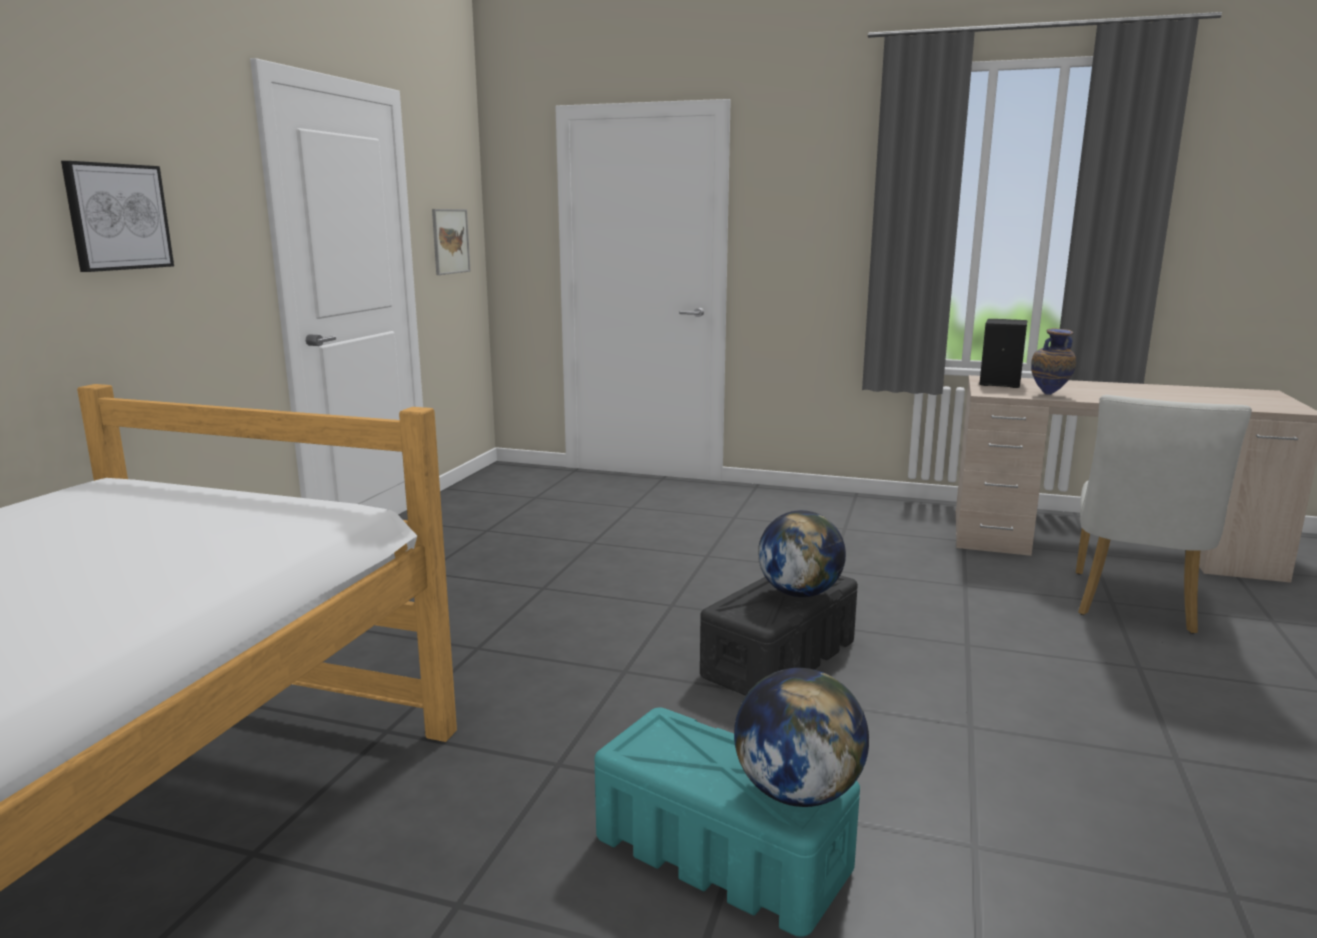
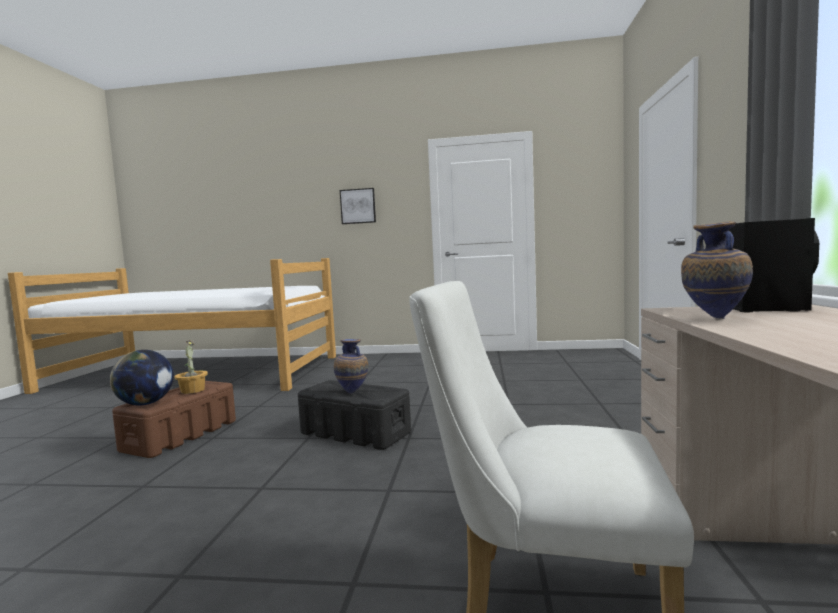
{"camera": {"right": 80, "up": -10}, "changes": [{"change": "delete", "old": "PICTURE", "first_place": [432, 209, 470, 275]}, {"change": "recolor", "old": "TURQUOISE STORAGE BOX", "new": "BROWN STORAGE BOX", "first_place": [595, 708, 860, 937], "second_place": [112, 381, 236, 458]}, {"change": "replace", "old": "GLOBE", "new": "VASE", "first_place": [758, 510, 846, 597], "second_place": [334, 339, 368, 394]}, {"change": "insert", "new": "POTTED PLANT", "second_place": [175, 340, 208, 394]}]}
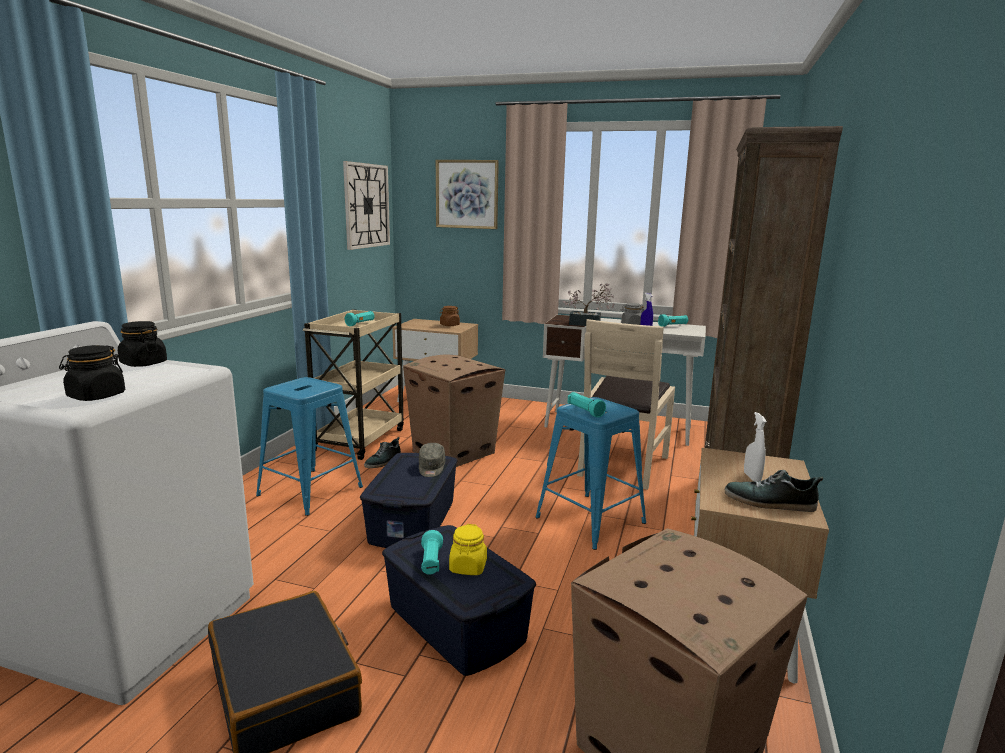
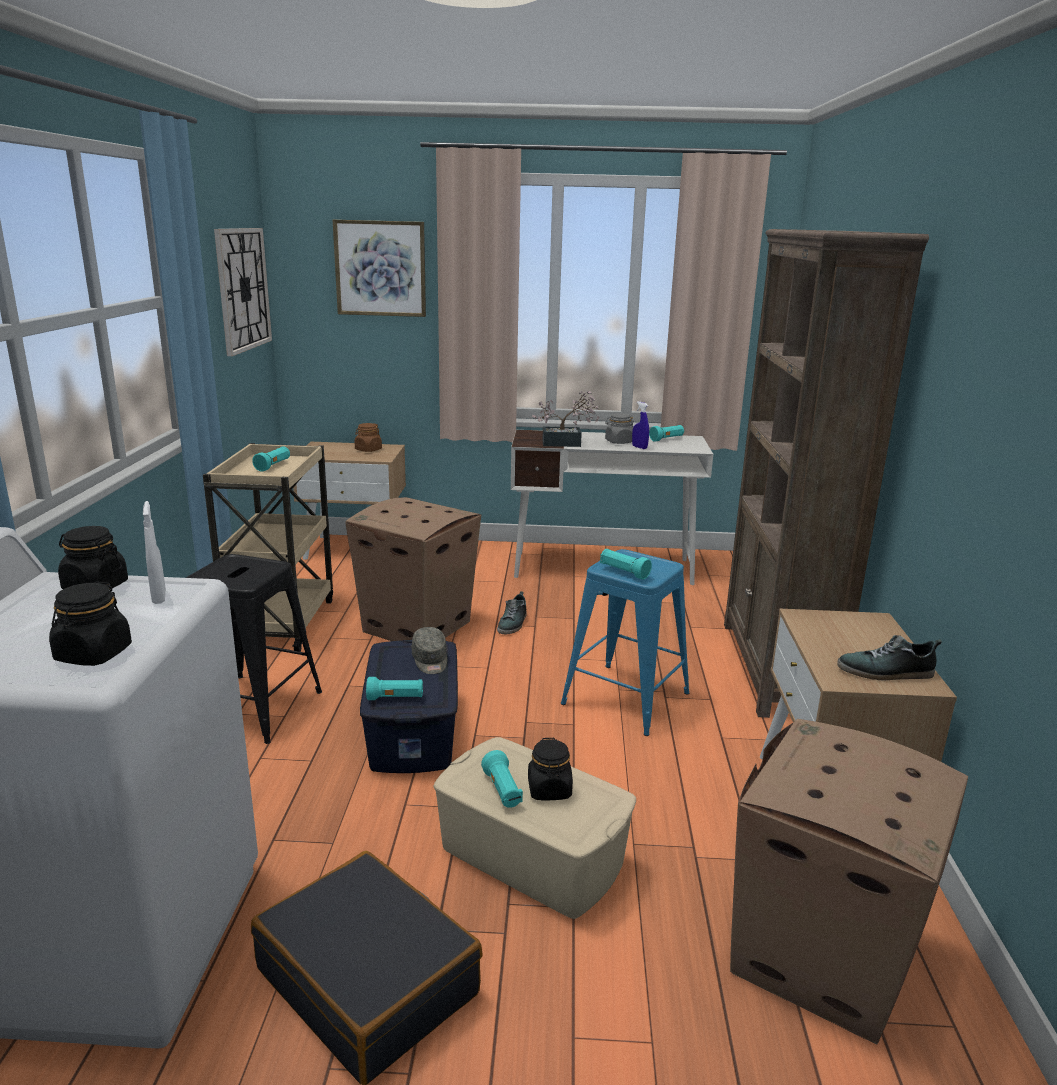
{"camera": {"right": -15, "up": 5}, "changes": [{"change": "recolor", "old": "BLUE STOOL", "new": "BLACK STOOL", "first_place": [256, 377, 363, 516], "second_place": [186, 554, 322, 744]}, {"change": "move", "old": "SHOE", "first_place": [364, 437, 401, 468], "second_place": [497, 591, 526, 634]}, {"change": "recolor", "old": "BLUE STORAGE BOX", "new": "BEIGE STORAGE BOX", "first_place": [382, 525, 536, 676], "second_place": [433, 737, 636, 919]}, {"change": "recolor", "old": "YELLOW JAR", "new": "BLACK JAR", "first_place": [449, 524, 487, 575], "second_place": [528, 738, 573, 800]}, {"change": "delete", "old": "BEIGE CHAIR", "first_place": [577, 319, 675, 490]}, {"change": "move", "old": "WHITE SPRAY BOTTLE", "first_place": [744, 412, 767, 481], "second_place": [143, 501, 166, 604]}, {"change": "insert", "new": "TURQUOISE FLASHLIGHT", "second_place": [366, 677, 423, 700]}]}
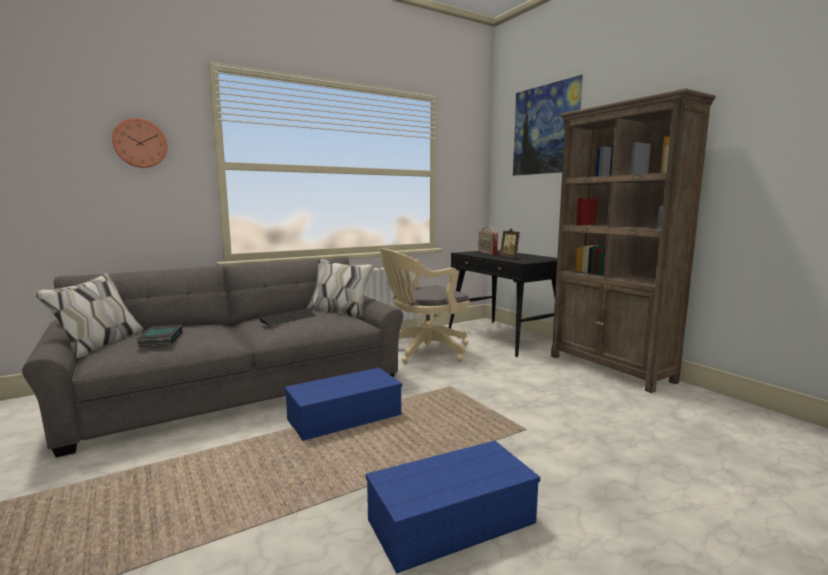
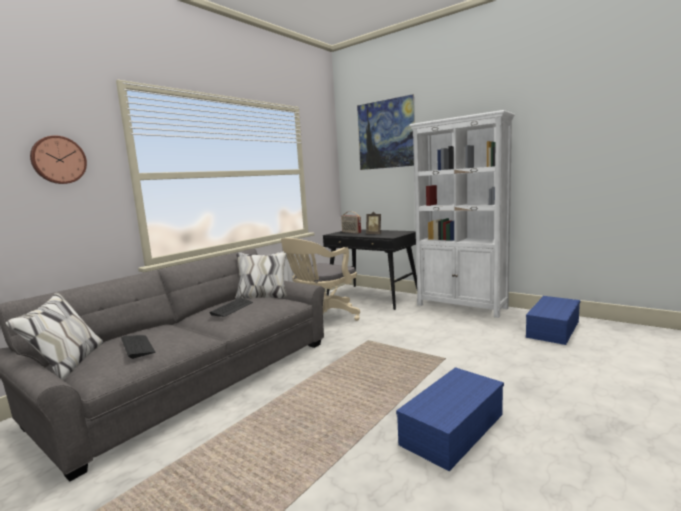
{"camera": {"right": -20, "up": 0}, "changes": [{"change": "replace", "old": "BOOK", "new": "KEYBOARD", "first_place": [137, 325, 183, 347], "second_place": [121, 335, 155, 359]}, {"change": "move", "old": "BLUE STORAGE BOX", "first_place": [284, 368, 402, 441], "second_place": [526, 296, 580, 345]}, {"change": "recolor", "old": "BROWN BOOKCASE", "new": "WHITE BOOKCASE", "first_place": [551, 88, 716, 393], "second_place": [409, 110, 515, 318]}]}
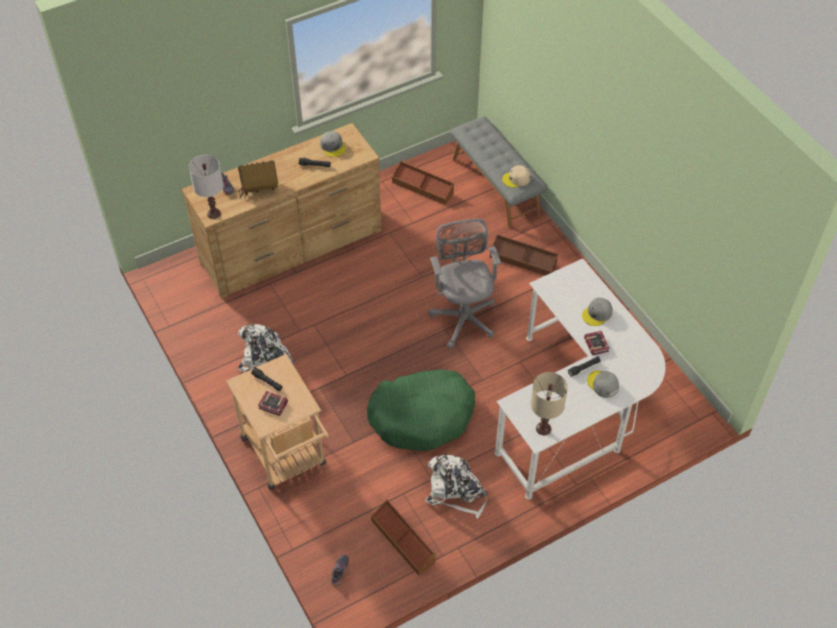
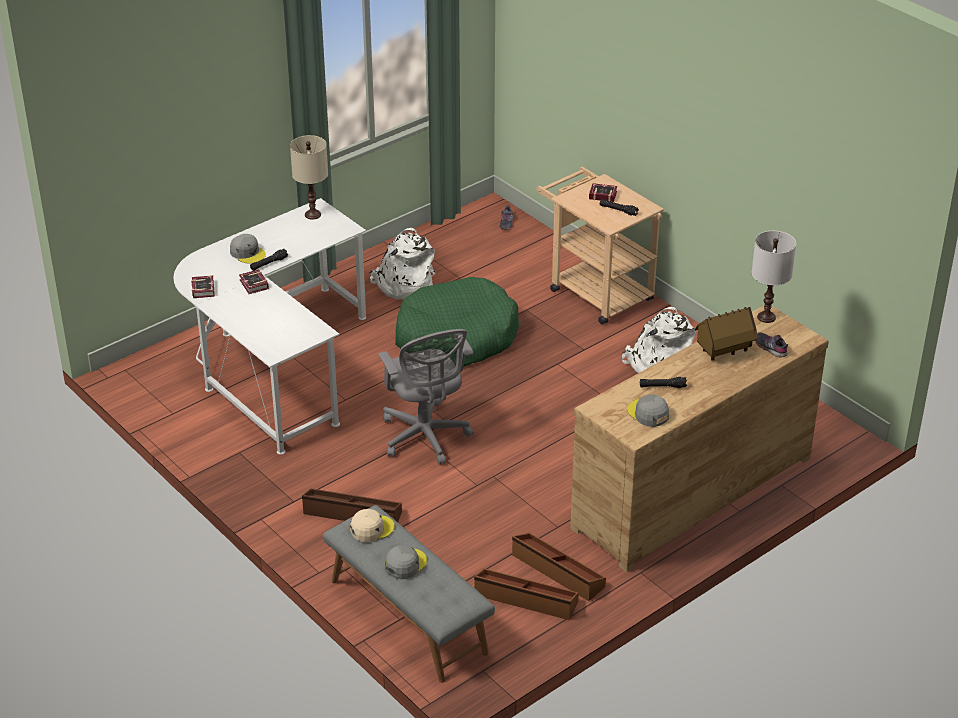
{"camera": {"right": 170, "up": -15}, "changes": [{"change": "move", "old": "BROWN STORAGE BOX", "first_place": [371, 500, 436, 575], "second_place": [512, 532, 606, 601]}, {"change": "move", "old": "GREY CAP", "first_place": [582, 298, 613, 326], "second_place": [385, 545, 427, 580]}, {"change": "insert", "new": "BOOK", "second_place": [191, 275, 215, 298]}]}
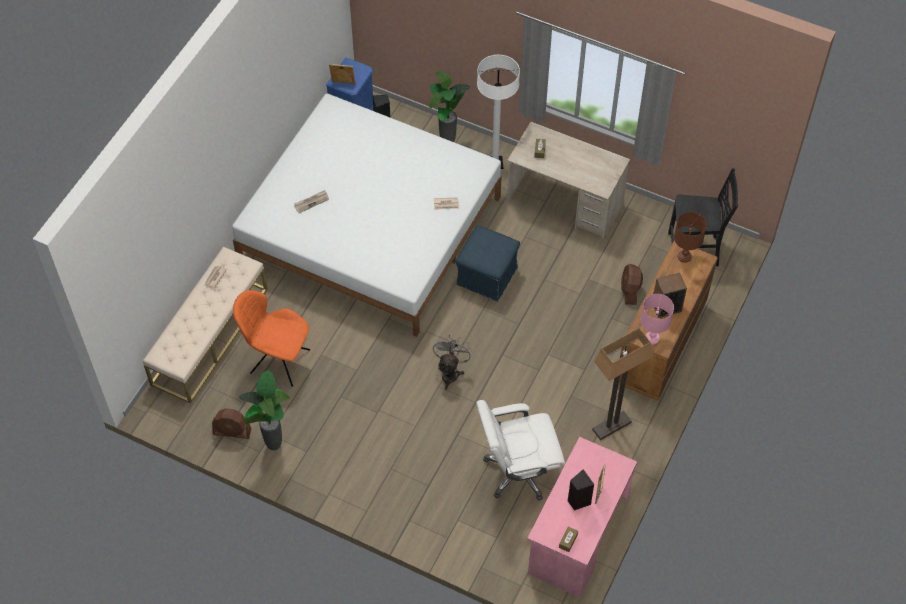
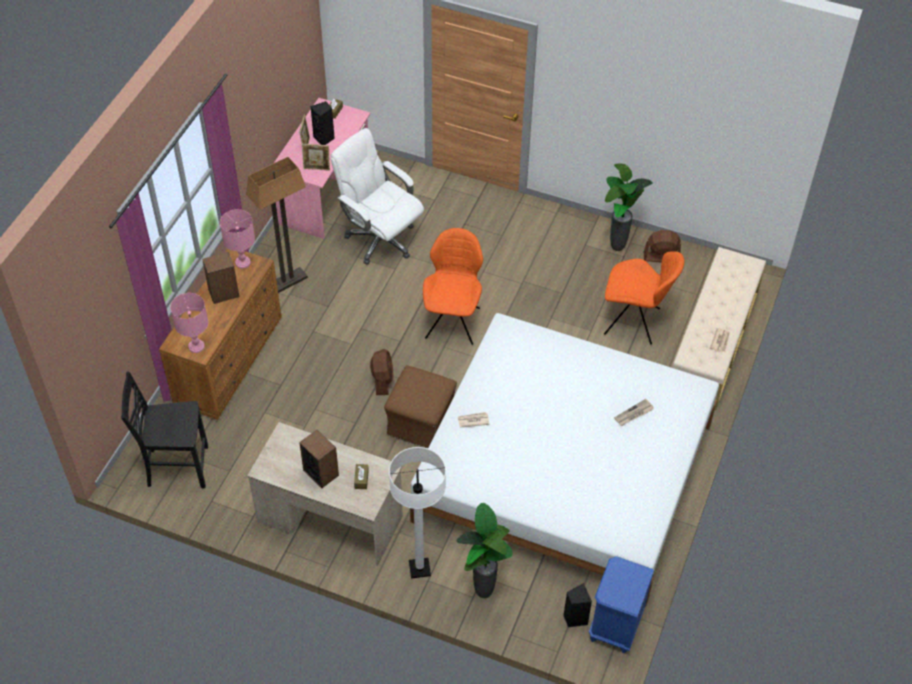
{"camera": {"right": 175, "up": -5}, "changes": [{"change": "move", "old": "PICTURE FRAME", "first_place": [329, 64, 355, 84], "second_place": [302, 144, 330, 171]}, {"change": "replace", "old": "GREY FAN", "new": "ORANGE CHAIR", "first_place": [433, 335, 472, 390], "second_place": [423, 228, 483, 345]}, {"change": "recolor", "old": "BLUE OTTOMAN", "new": "BROWN OTTOMAN", "first_place": [456, 225, 520, 302], "second_place": [384, 365, 457, 448]}, {"change": "rotate", "old": "WHITE OFFICE CHAIR", "first_place": [476, 400, 565, 501], "second_place": [330, 128, 424, 264], "degrees": -120}, {"change": "move", "old": "BROWN FAN", "first_place": [621, 263, 643, 305], "second_place": [370, 349, 393, 395]}, {"change": "recolor", "old": "BROWN TABLE LAMP", "new": "PINK TABLE LAMP", "first_place": [674, 212, 707, 263], "second_place": [170, 293, 208, 353]}, {"change": "insert", "new": "SPEAKER", "second_place": [299, 430, 339, 488]}]}
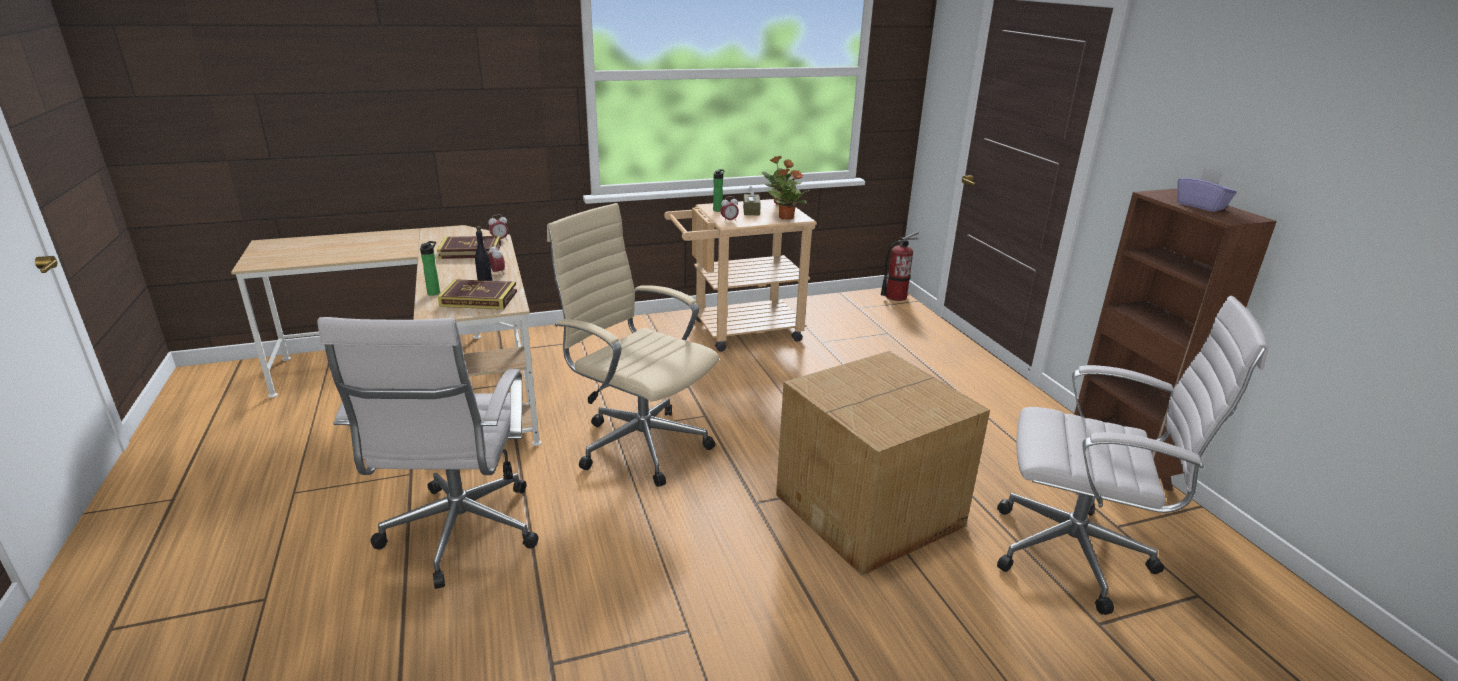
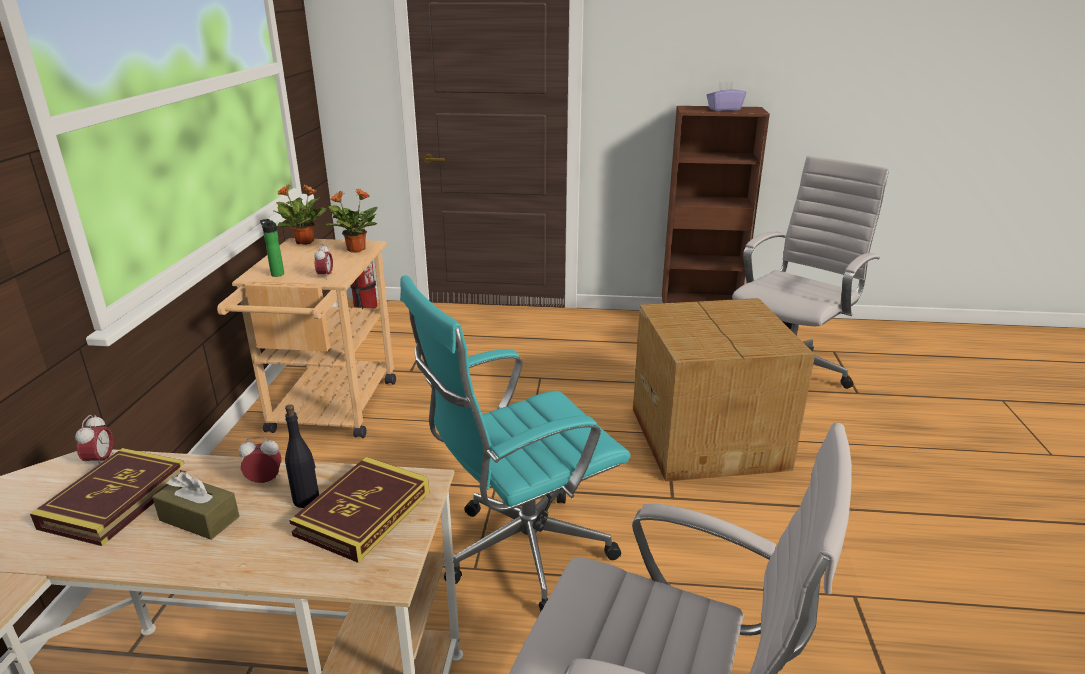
{"camera": {"right": -65, "up": 0}, "changes": [{"change": "delete", "old": "BOTTLE", "first_place": [420, 241, 440, 296]}, {"change": "recolor", "old": "BEIGE OFFICE CHAIR", "new": "TURQUOISE OFFICE CHAIR", "first_place": [547, 203, 719, 487], "second_place": [400, 275, 631, 612]}, {"change": "move", "old": "BROWN TISSUE BOX", "first_place": [743, 186, 761, 215], "second_place": [152, 471, 240, 540]}]}
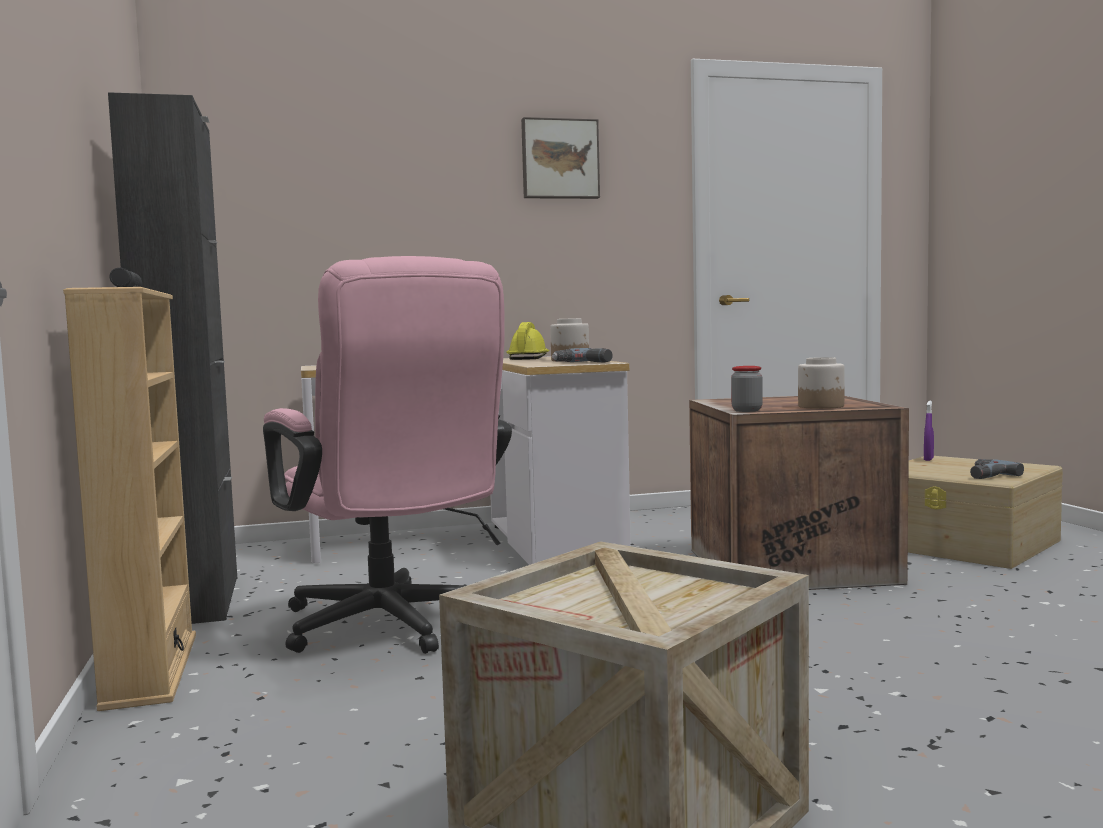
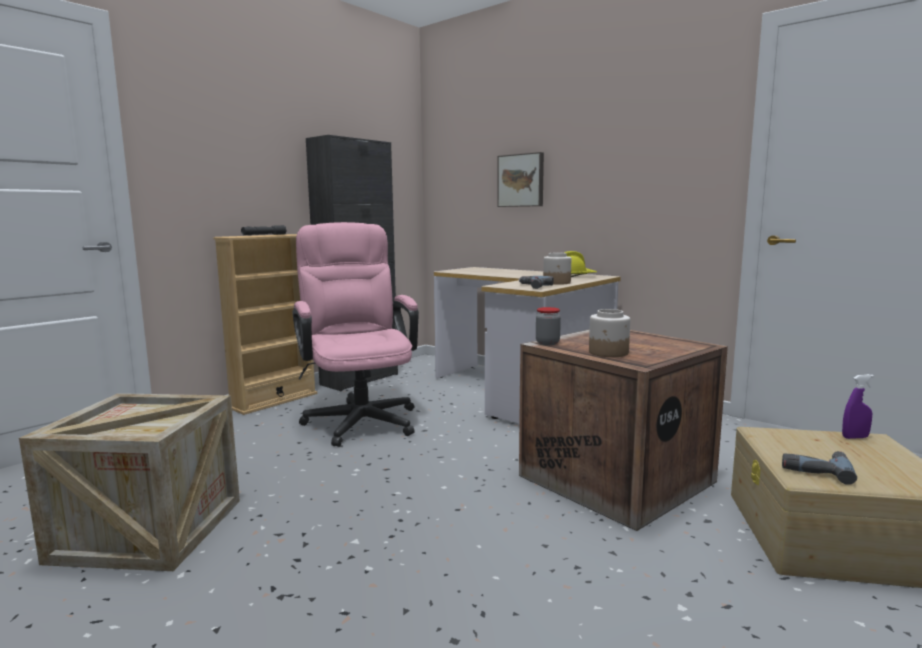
{"camera": {"right": 55, "up": 5}, "changes": [{"change": "rotate", "old": "PINK OFFICE CHAIR", "first_place": [263, 256, 512, 654], "second_place": [293, 222, 419, 447], "degrees": 135}, {"change": "move", "old": "PICTURE", "first_place": [521, 117, 600, 199], "second_place": [497, 152, 544, 207]}]}
